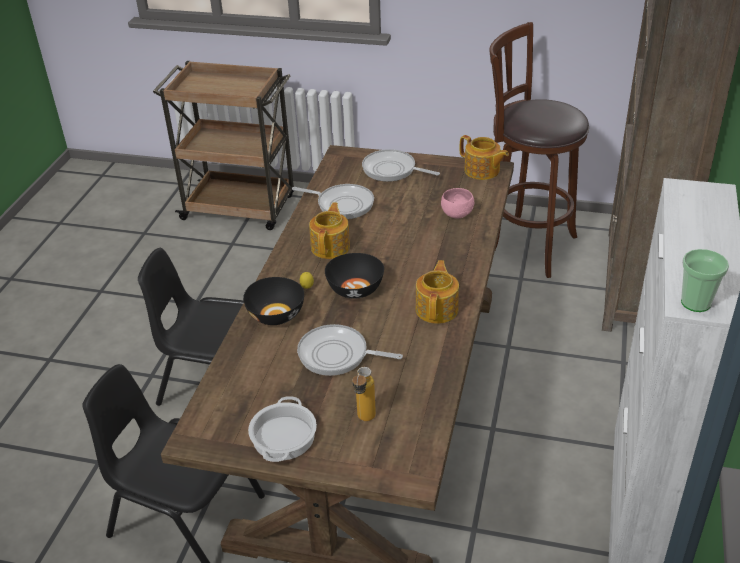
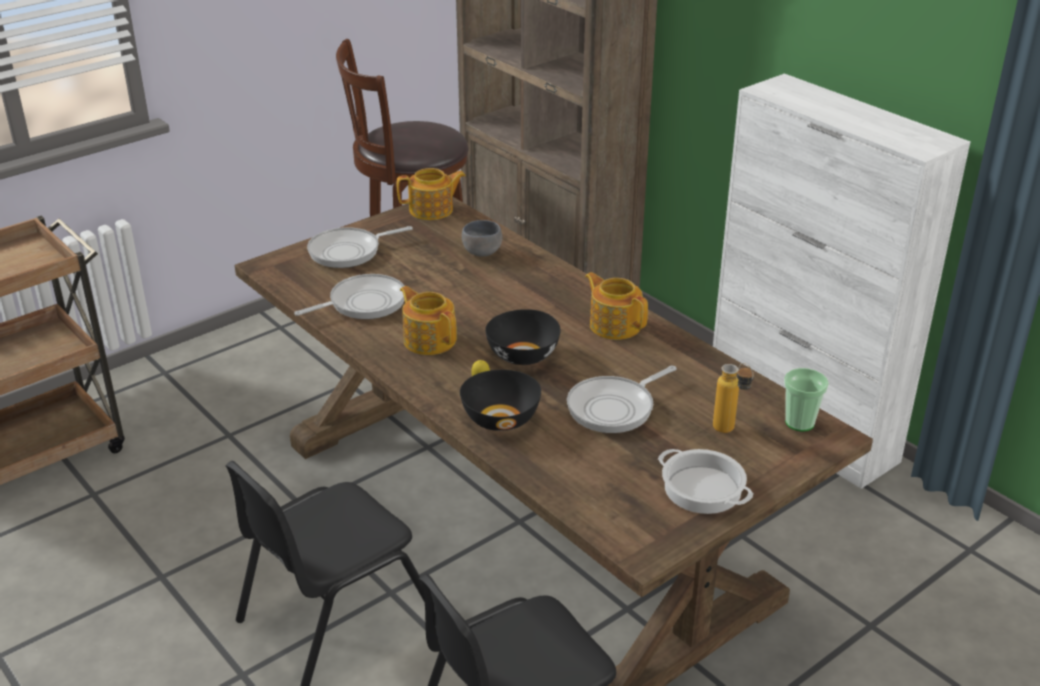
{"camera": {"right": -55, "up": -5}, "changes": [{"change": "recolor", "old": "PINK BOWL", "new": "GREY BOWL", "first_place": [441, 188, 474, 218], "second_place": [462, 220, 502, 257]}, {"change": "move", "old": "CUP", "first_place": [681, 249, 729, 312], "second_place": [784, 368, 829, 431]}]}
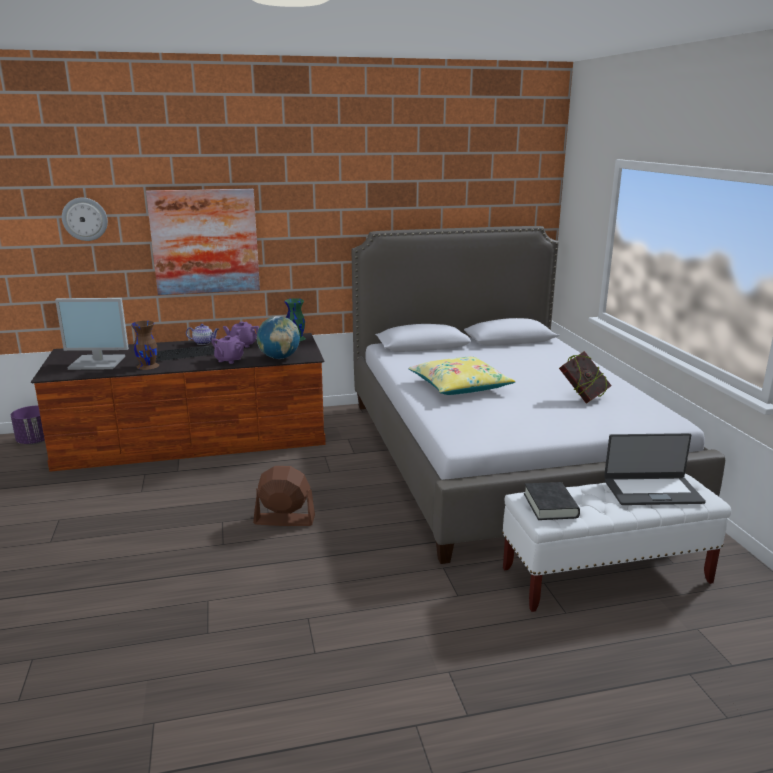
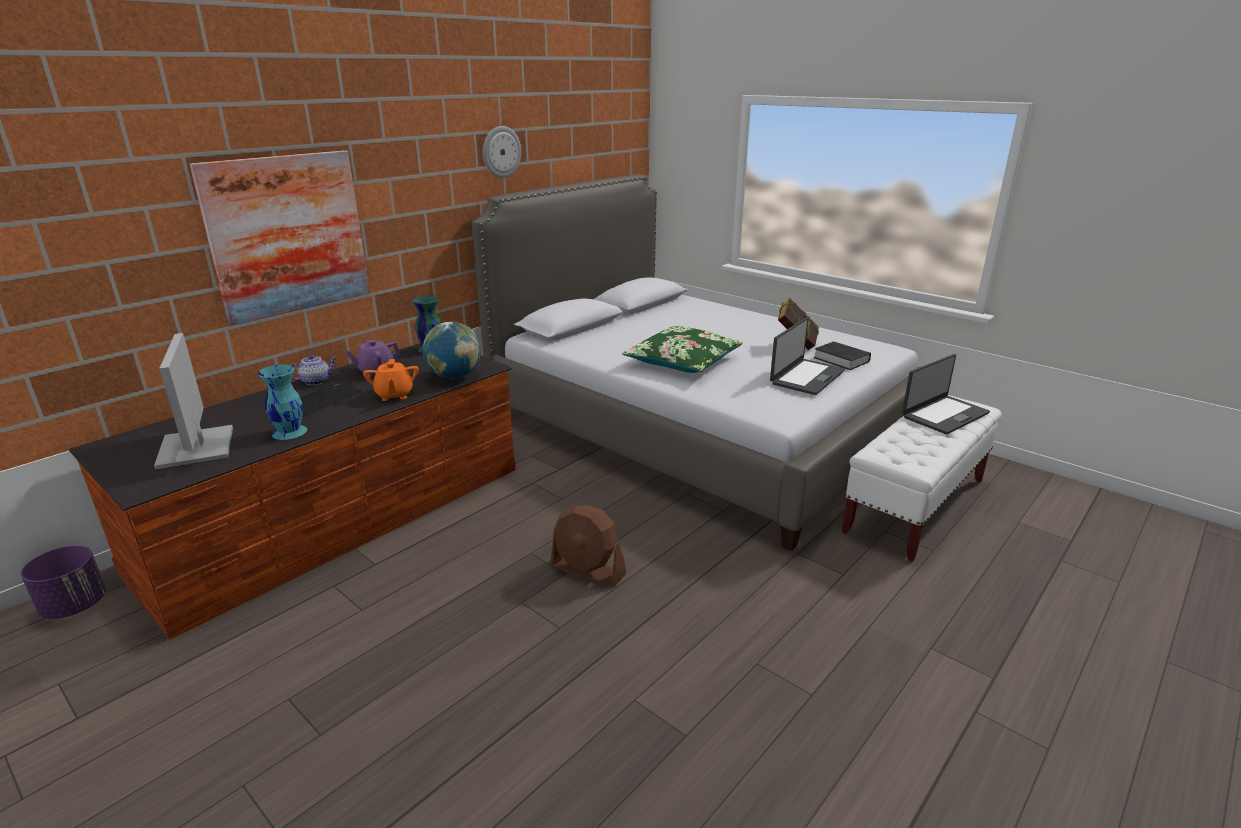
{"camera": {"right": -35, "up": 5}, "changes": [{"change": "rotate", "old": "MONITOR", "first_place": [55, 298, 129, 370], "second_place": [154, 333, 233, 469], "degrees": 105}, {"change": "move", "old": "WALL CLOCK", "first_place": [62, 198, 108, 241], "second_place": [483, 126, 521, 178]}, {"change": "recolor", "old": "BROWN VASE", "new": "TURQUOISE VASE", "first_place": [131, 321, 159, 370], "second_place": [258, 365, 307, 440]}, {"change": "recolor", "old": "PURPLE TEAPOT", "new": "ORANGE TEAPOT", "first_place": [211, 335, 245, 364], "second_place": [363, 359, 419, 401]}, {"change": "rotate", "old": "BROWN FAN", "first_place": [253, 466, 315, 526], "second_place": [550, 505, 626, 587], "degrees": -120}, {"change": "recolor", "old": "YELLOW PILLOW", "new": "GREEN PILLOW", "first_place": [408, 357, 516, 395], "second_place": [622, 326, 743, 373]}, {"change": "move", "old": "BLACK BOOK", "first_place": [524, 482, 580, 520], "second_place": [814, 341, 871, 370]}, {"change": "insert", "new": "LAPTOP", "second_place": [770, 318, 845, 395]}]}
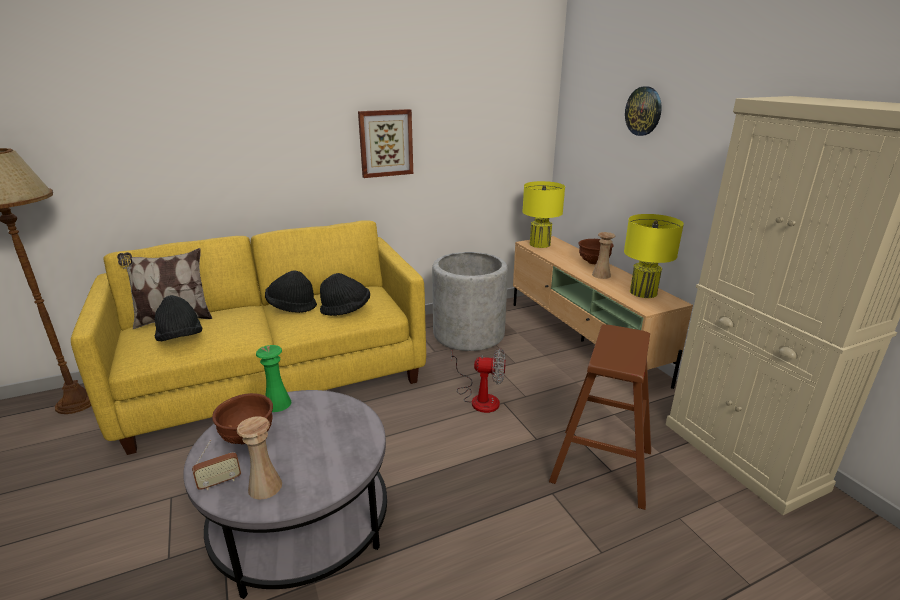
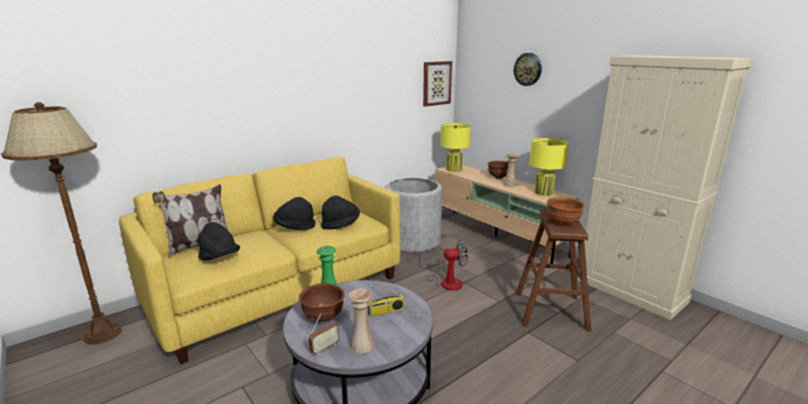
{"camera": {"right": -15, "up": -5}, "changes": [{"change": "move", "old": "PICTURE", "first_place": [358, 109, 413, 178], "second_place": [423, 61, 452, 107]}, {"change": "insert", "new": "RADIO", "second_place": [368, 282, 404, 316]}, {"change": "insert", "new": "BROWN BOWL", "second_place": [547, 197, 585, 225]}]}
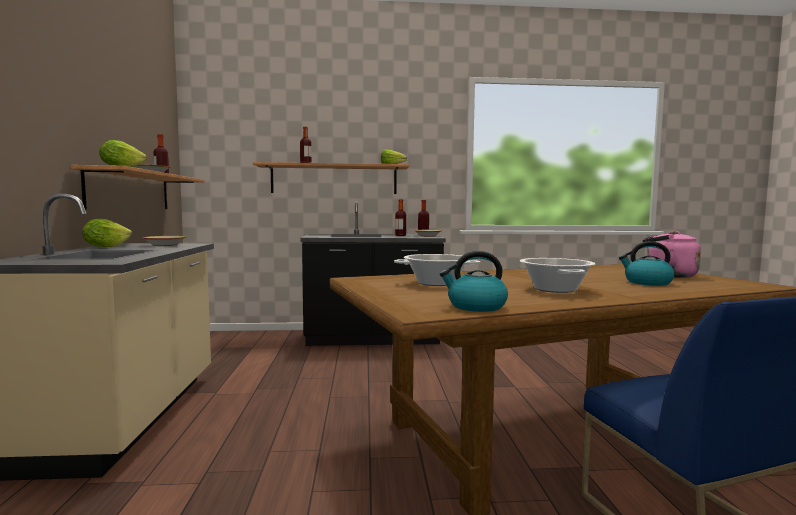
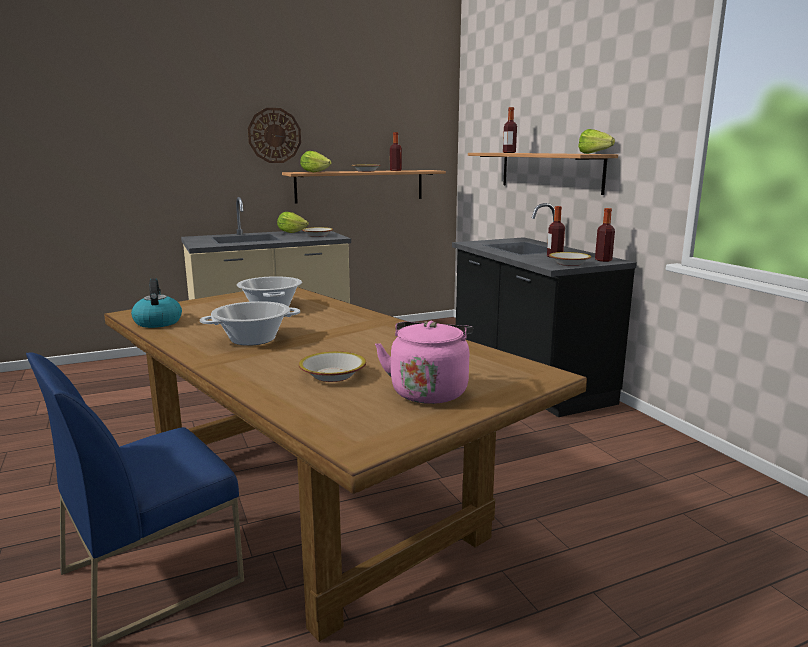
{"camera": {"right": 70, "up": 10}, "changes": [{"change": "replace", "old": "KETTLE", "new": "BOWL", "first_place": [619, 241, 675, 286], "second_place": [299, 351, 366, 382]}, {"change": "insert", "new": "WALL CLOCK", "second_place": [248, 108, 301, 163]}]}
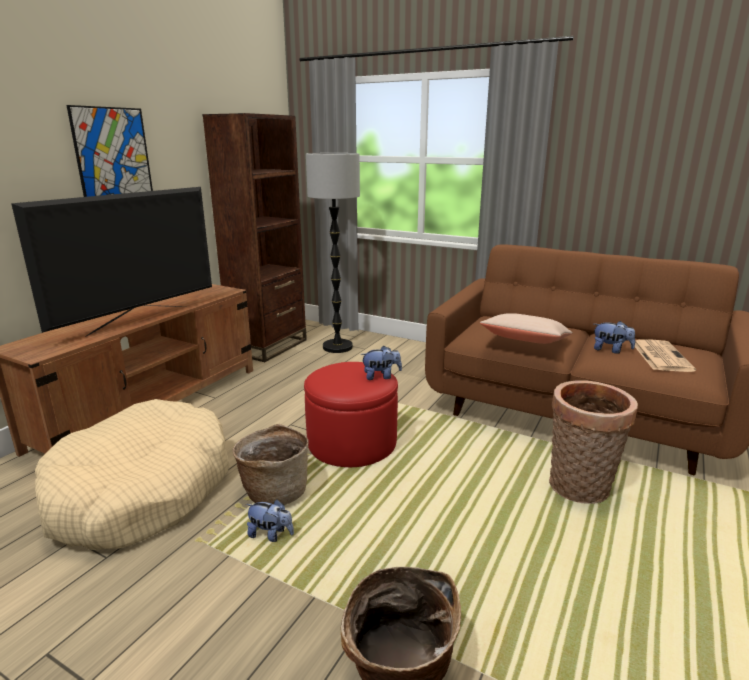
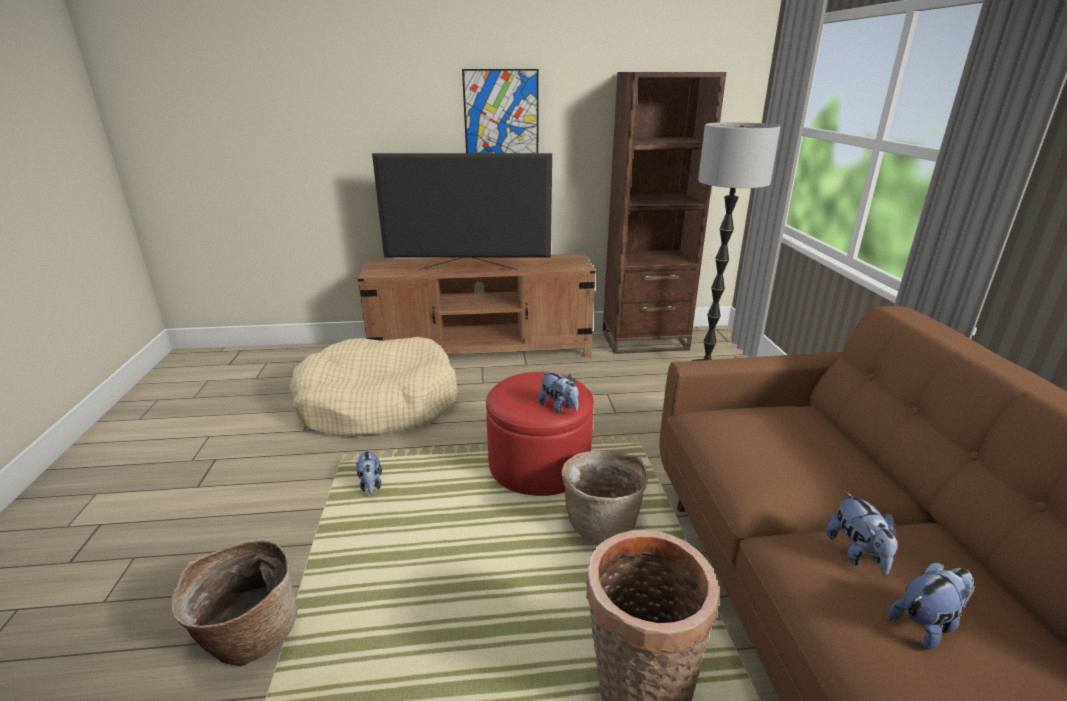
{"camera": {"right": 55, "up": 5}, "changes": [{"change": "move", "old": "BASKET", "first_place": [233, 424, 309, 505], "second_place": [561, 451, 648, 543]}, {"change": "delete", "old": "BEIGE PILLOW", "first_place": [480, 313, 573, 344]}, {"change": "replace", "old": "NEWSPAPER", "new": "PLUSH TOY", "first_place": [635, 339, 696, 372], "second_place": [888, 562, 975, 650]}]}
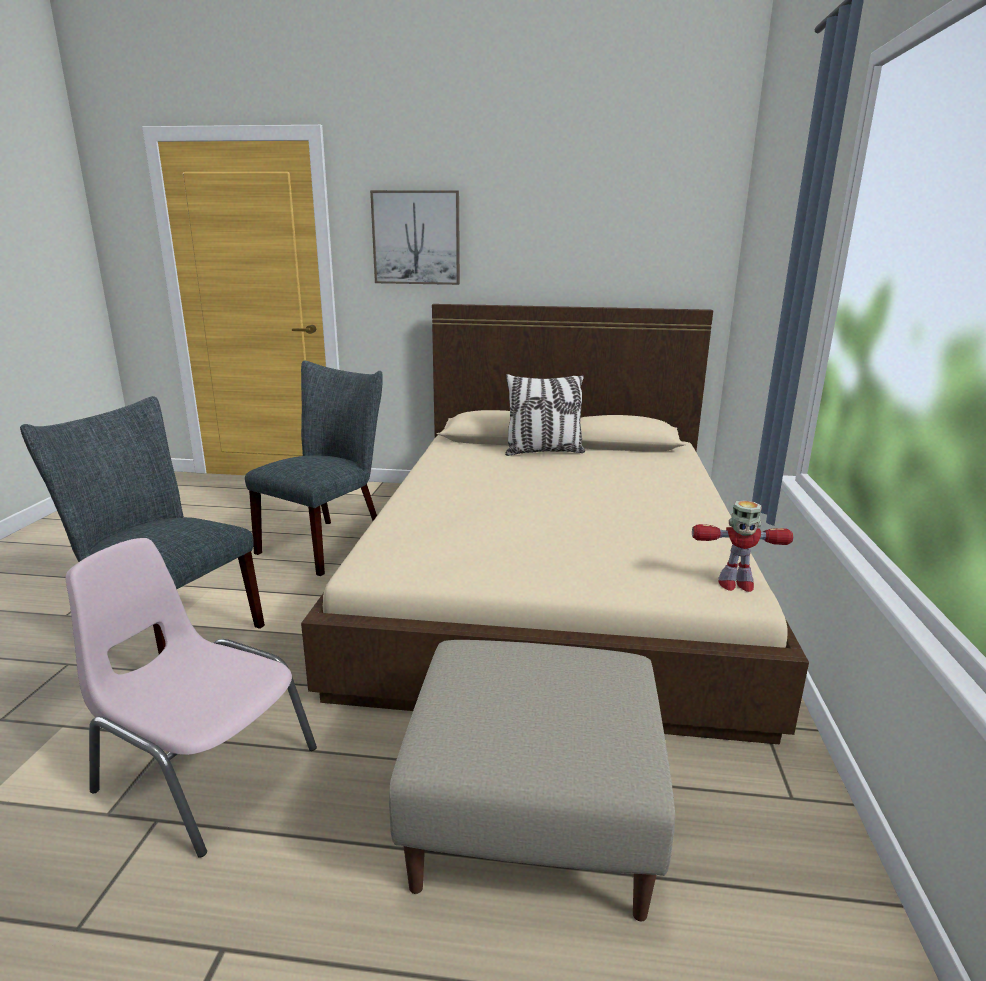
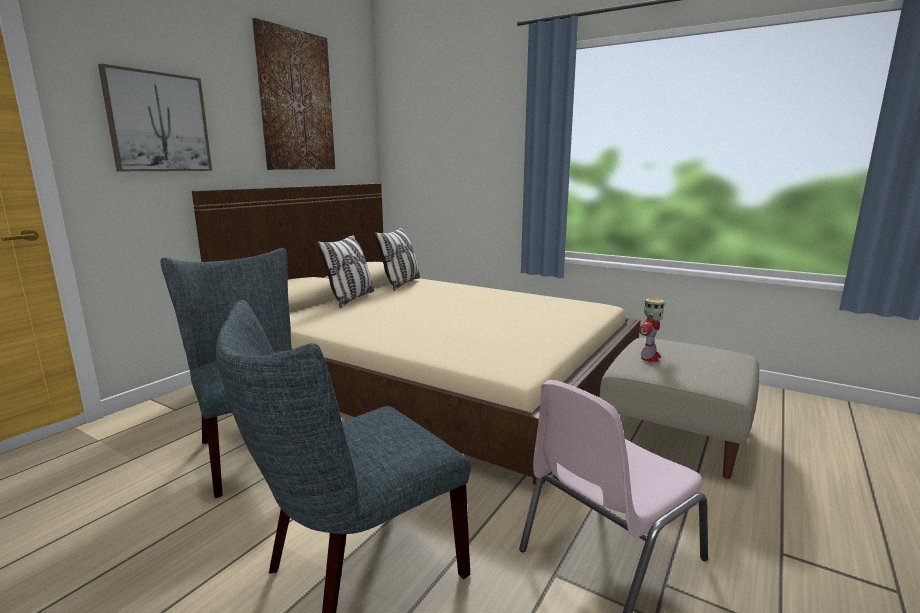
{"camera": {"right": -65, "up": -5}, "changes": [{"change": "move", "old": "TOY ROBOT", "first_place": [692, 500, 793, 592], "second_place": [639, 298, 665, 362]}, {"change": "insert", "new": "PICTURE", "second_place": [252, 18, 335, 170]}, {"change": "insert", "new": "PILLOW", "second_place": [375, 227, 420, 291]}]}
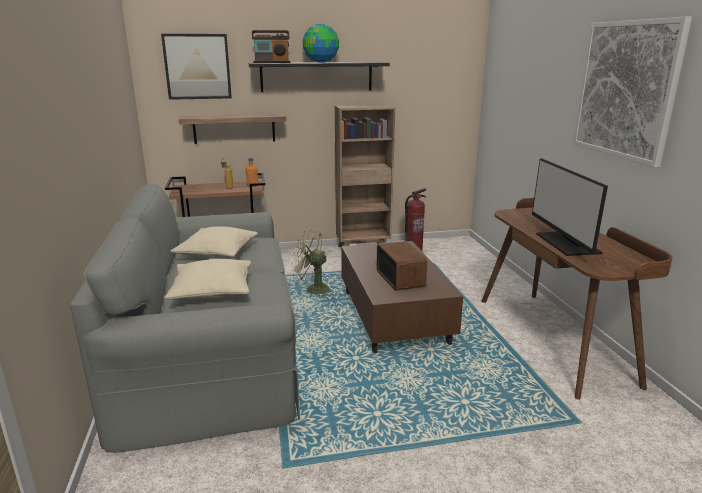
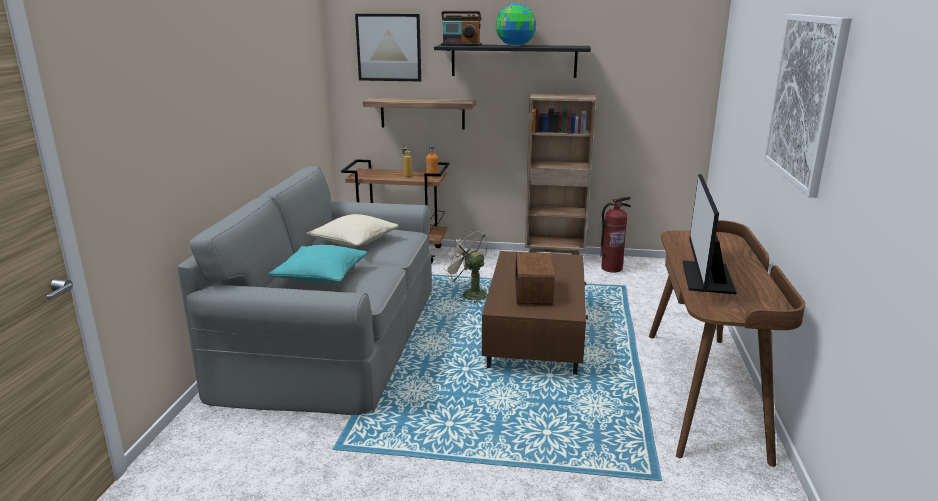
{"camera": {"right": 20, "up": 0}, "changes": [{"change": "recolor", "old": "BEIGE PILLOW", "new": "TURQUOISE PILLOW", "first_place": [164, 259, 251, 300], "second_place": [268, 245, 367, 282]}]}
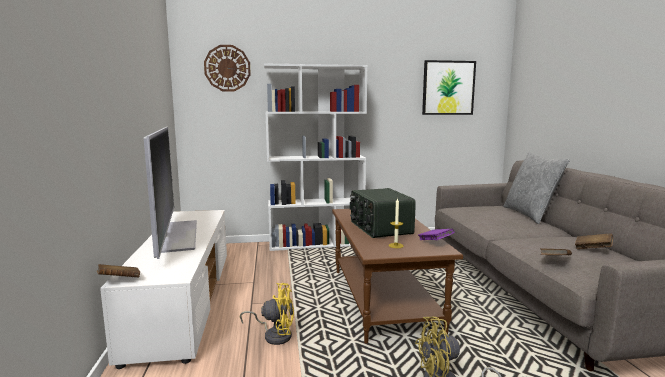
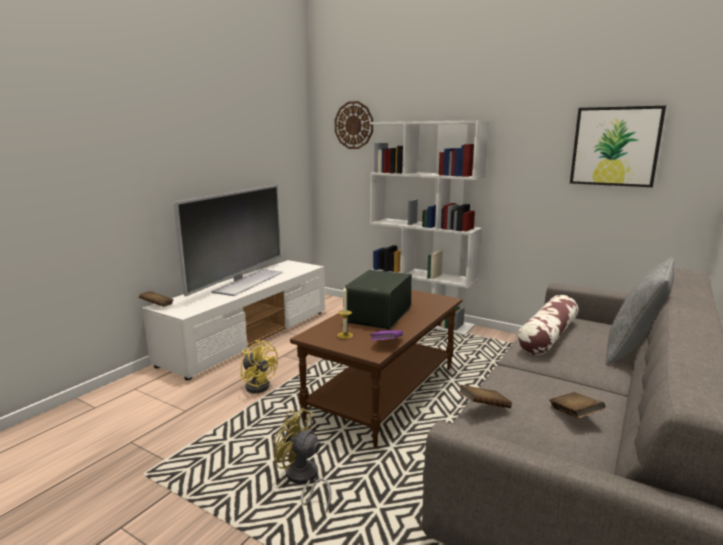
{"camera": {"right": 40, "up": 5}, "changes": [{"change": "insert", "new": "PILLOW", "second_place": [517, 295, 578, 355]}]}
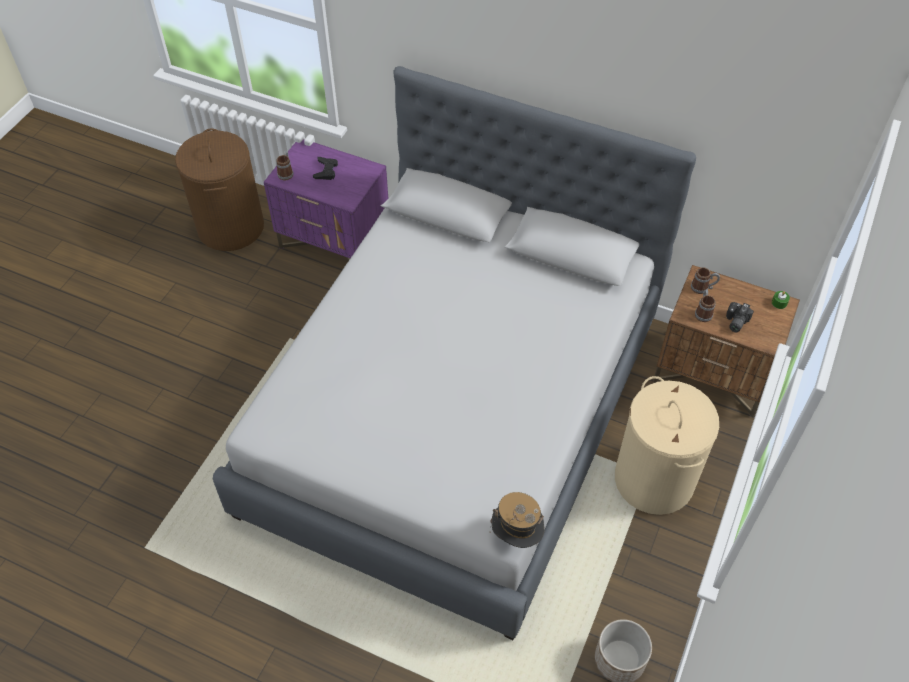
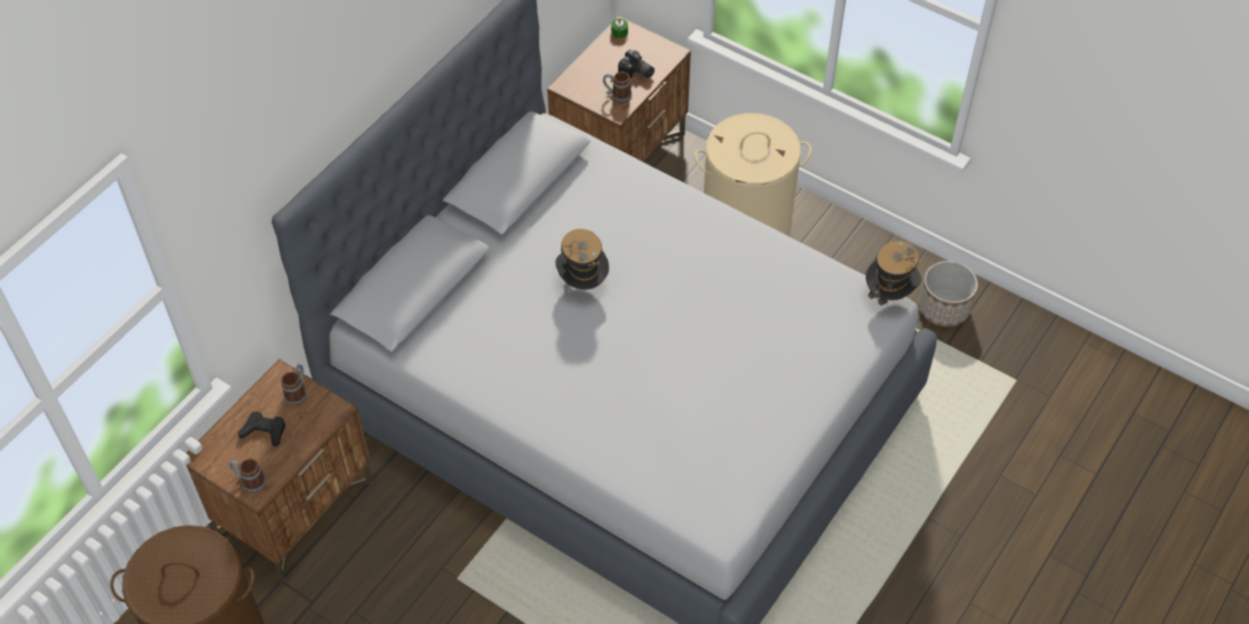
{"camera": {"right": -80, "up": 0}, "changes": [{"change": "recolor", "old": "PURPLE NIGHTSTAND", "new": "BROWN NIGHTSTAND", "first_place": [264, 139, 388, 261], "second_place": [186, 359, 373, 581]}, {"change": "move", "old": "MUG", "first_place": [691, 267, 720, 294], "second_place": [281, 364, 307, 406]}, {"change": "insert", "new": "HAT", "second_place": [556, 229, 609, 290]}]}
